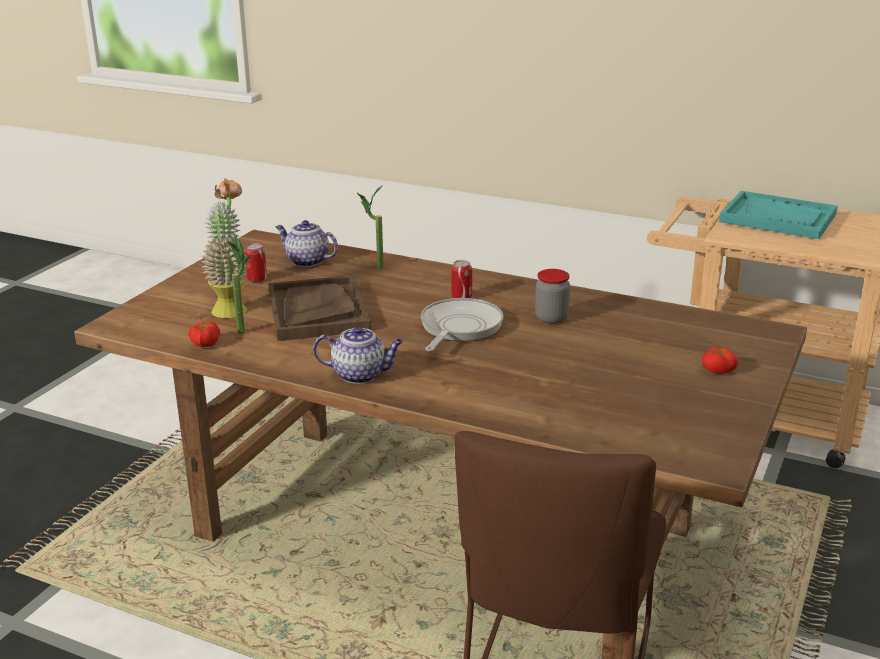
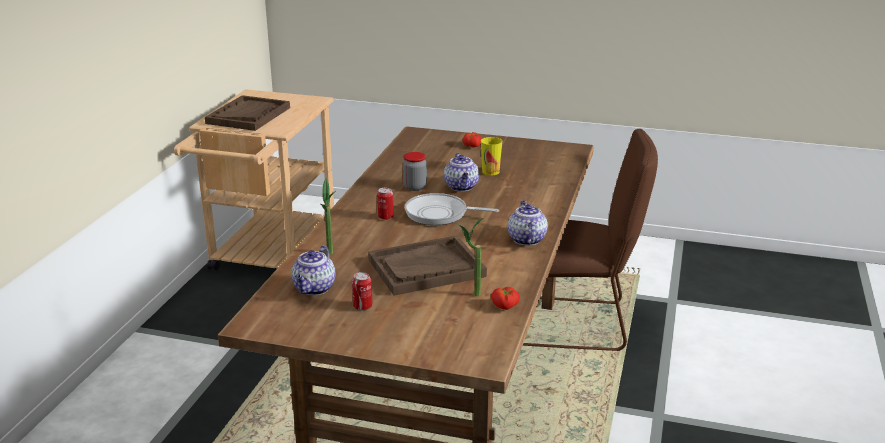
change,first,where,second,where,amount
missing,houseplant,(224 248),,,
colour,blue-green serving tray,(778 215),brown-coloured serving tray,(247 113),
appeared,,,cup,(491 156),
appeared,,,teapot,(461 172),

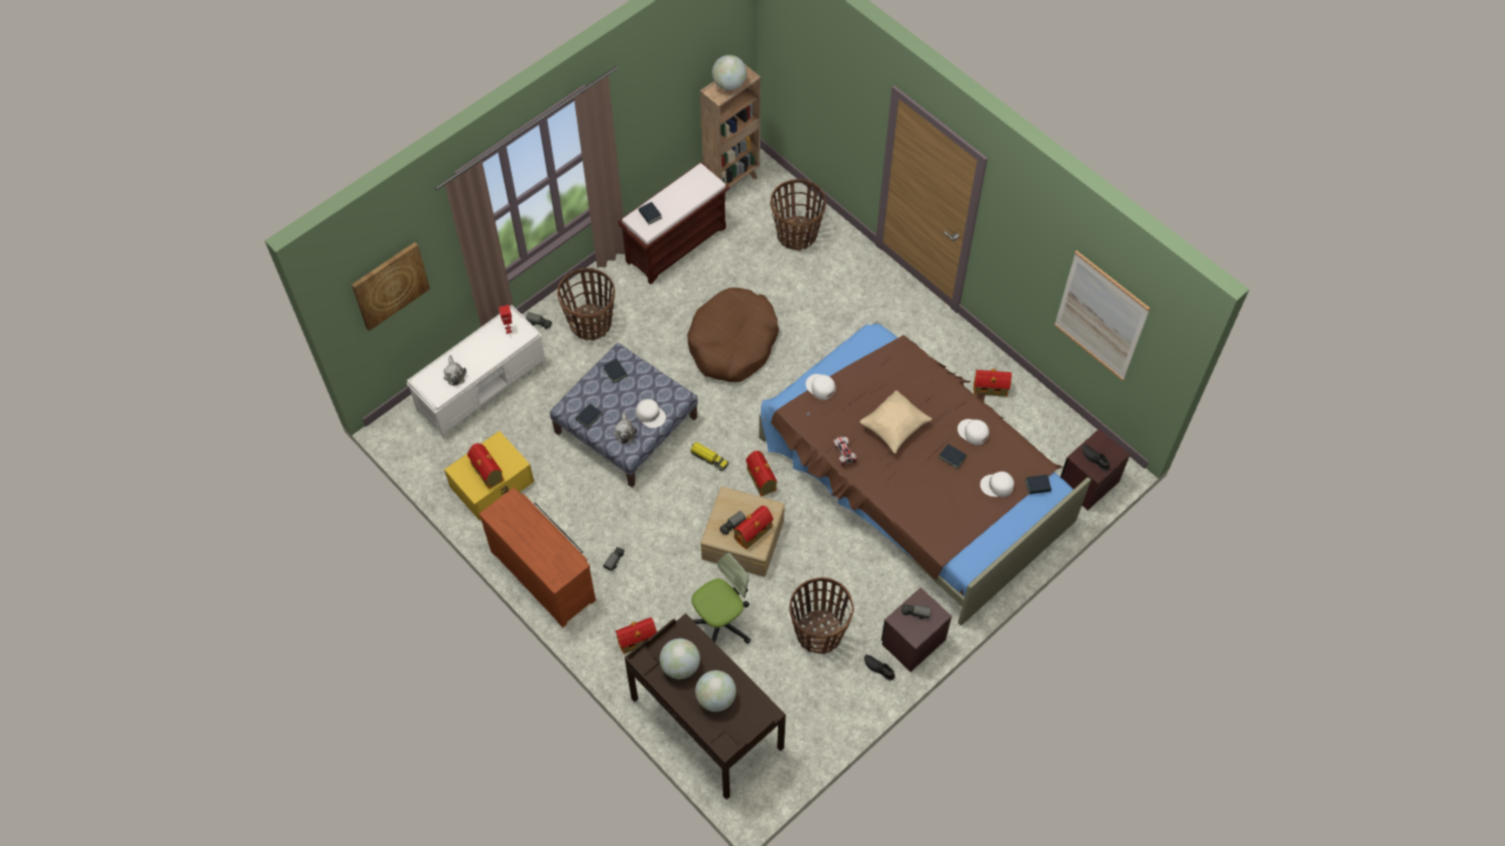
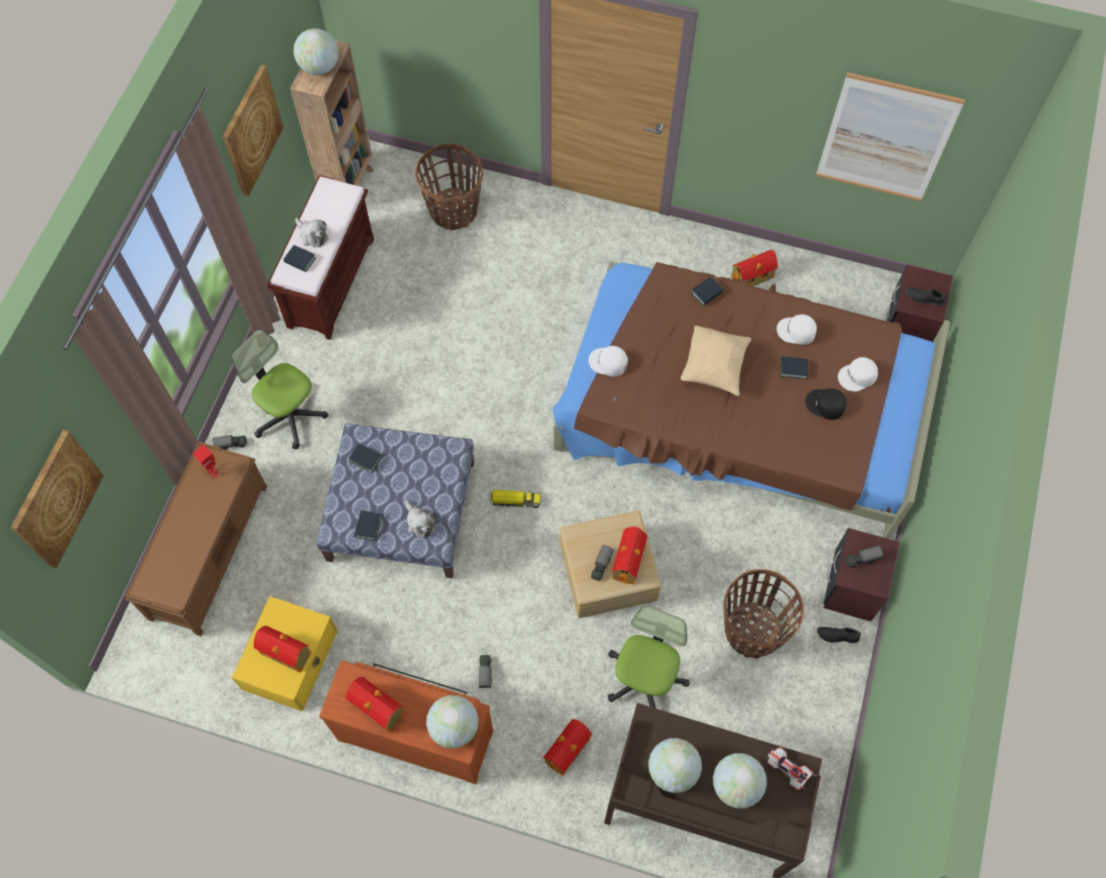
change,first,where,second,where,amount
exchanged,household basket,(586 304),desk chair,(280 389),
missing,brown-coloured dog cushion,(733 335),,,
colour,white-coloured bench,(476 372),brown-coloured bench,(196 538),
relocated,soft toy,(455 370),,(312 233),
missing,white-coloured peaked cap,(651 413),,,
relocated,miniature car,(845 451),,(791 769),
relocated,toy house,(761 473),,(375 704),
relocated,volume,(1038 484),,(707 291),
appeared,,,wall art,(253 130),
appeared,,,black peaked cap,(826 404),
appeared,,,desk globe,(452 721),

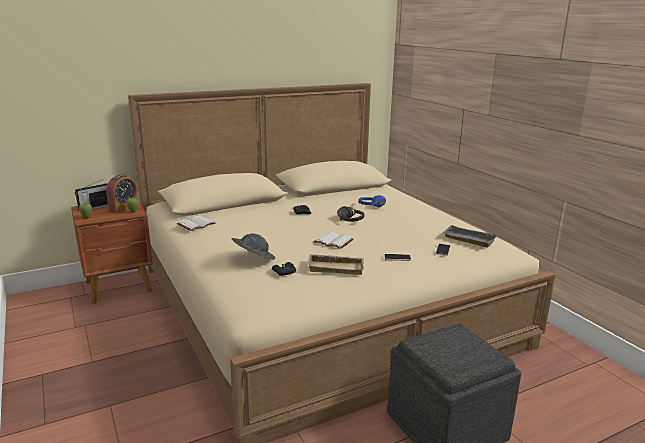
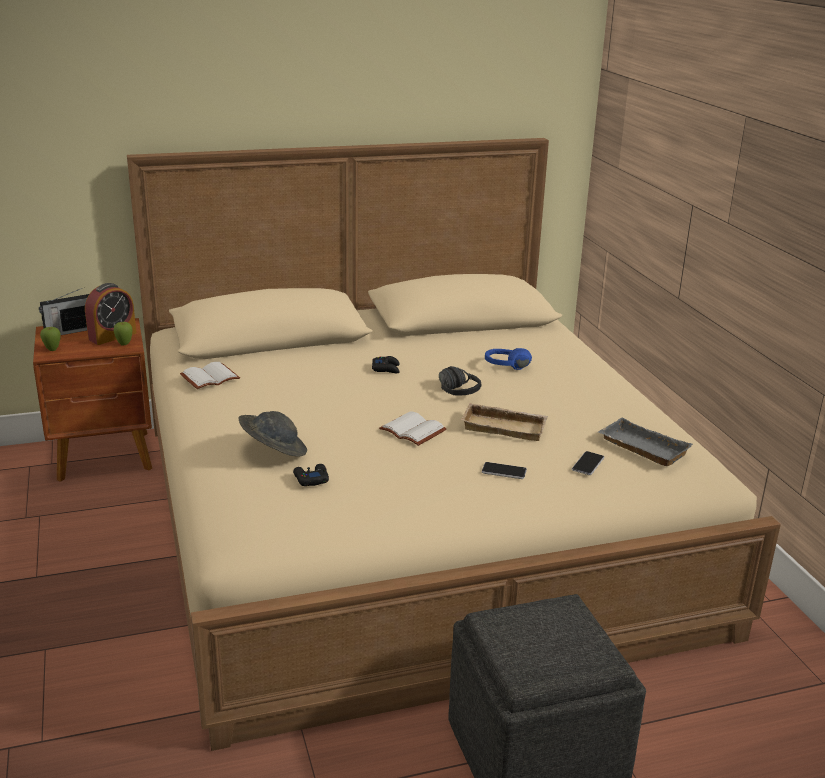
change,first,where,second,where,amount
relocated,beige serving tray,(335 264),,(504 422),

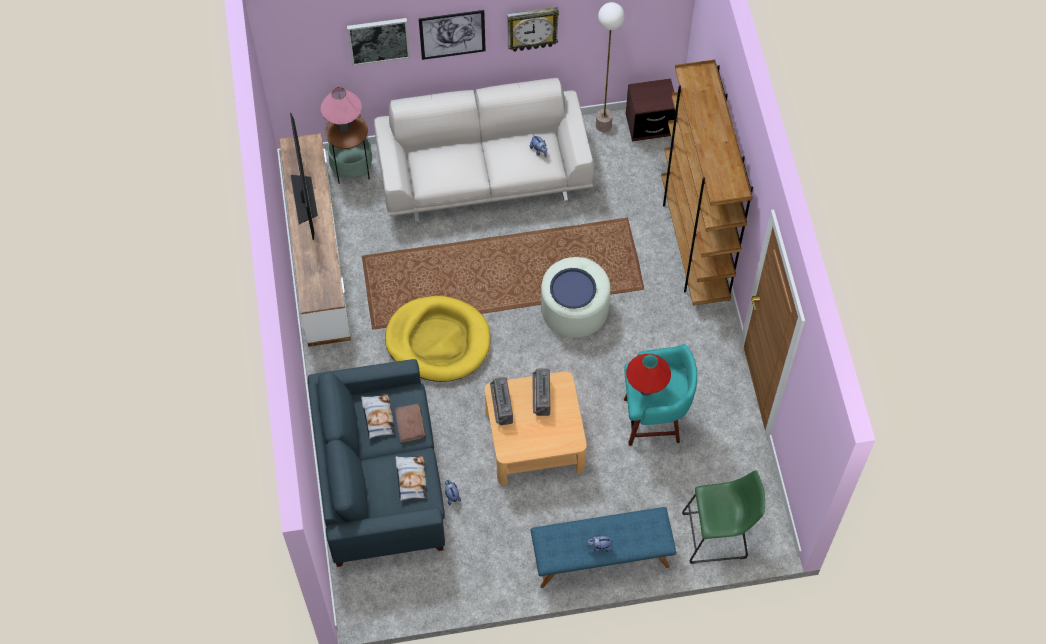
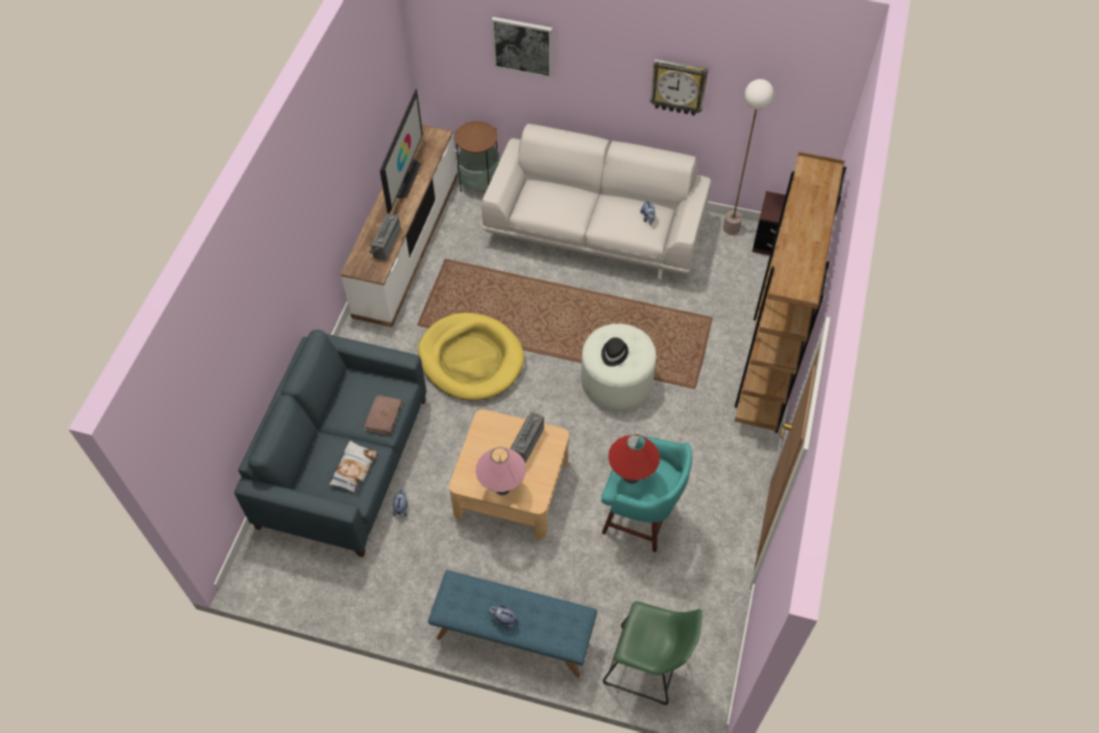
change,first,where,second,where,amount
missing,wall art,(452 35),,,
relocated,pink-coloured lamp for a table,(341 109),,(501 471),
exchanged,blue-coloured serving tray,(573 288),black hat,(615 352),
relocated,radio receiver,(501 401),,(385 236),
missing,pillow,(378 416),,,

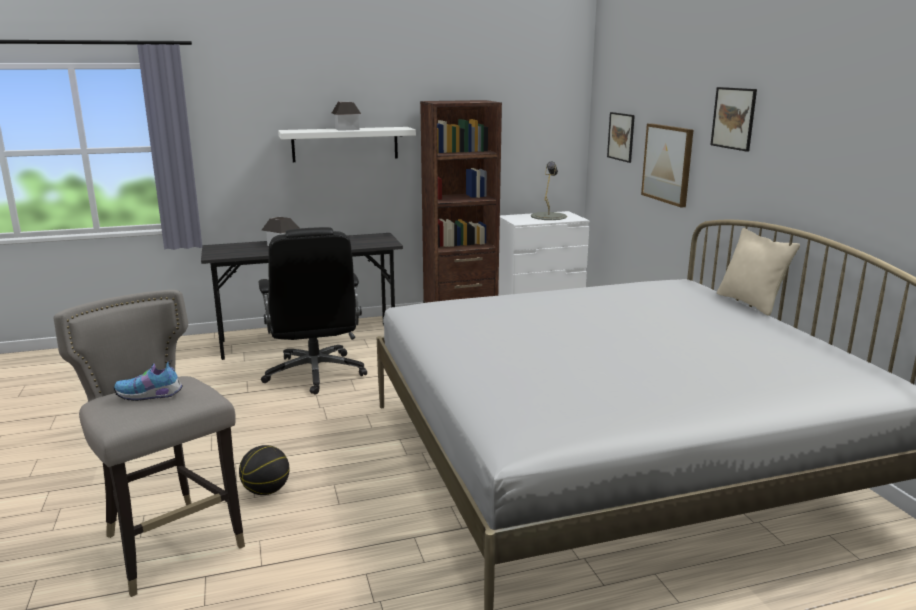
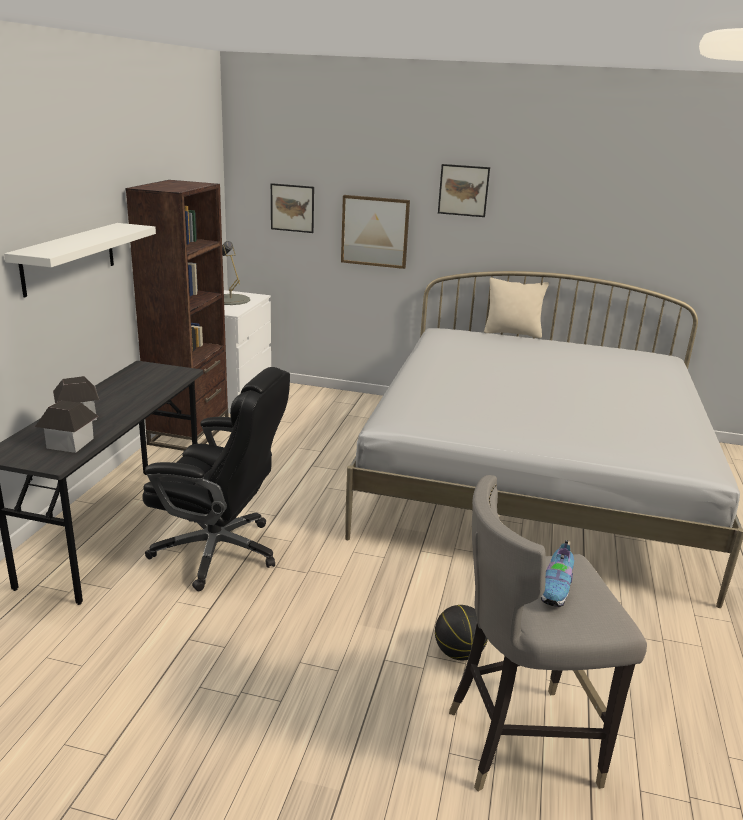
change,first,where,second,where,amount
relocated,toy house,(346 116),,(67 427),

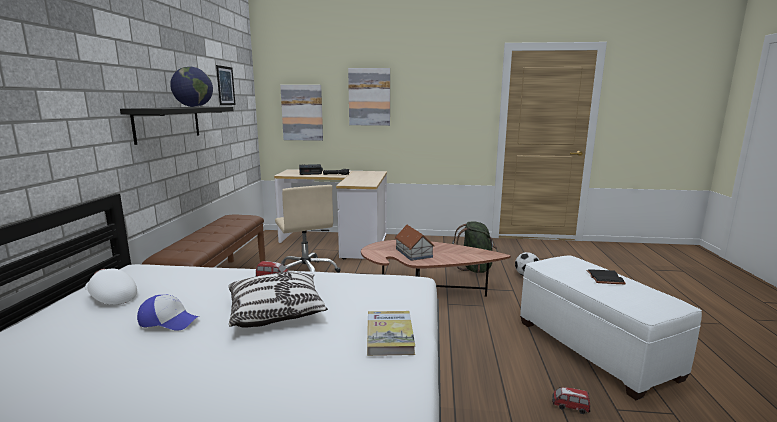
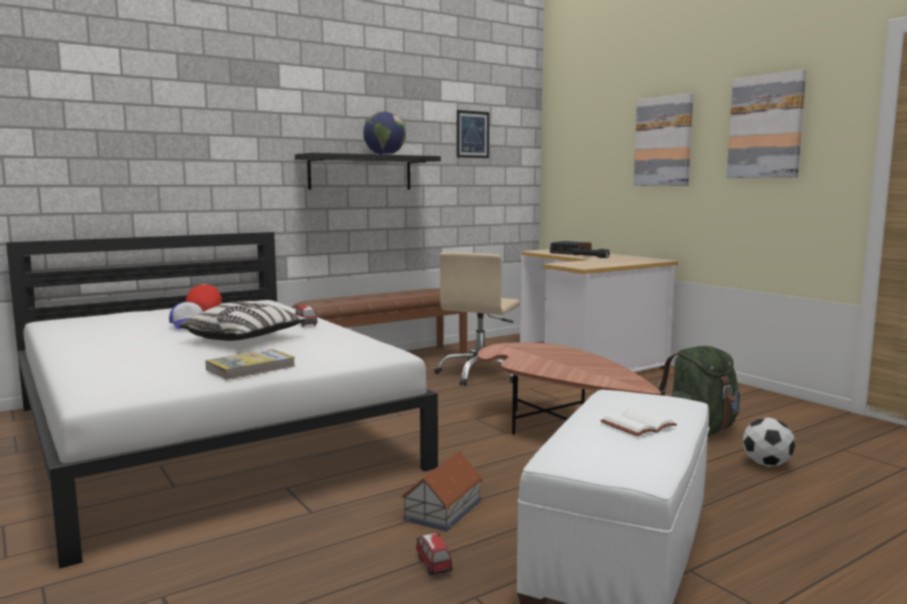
change,first,where,second,where,amount
relocated,wall art,(301 113),,(766 124),
relocated,toy house,(414 243),,(442 491),
colour,white-coloured peaked cap,(111 287),reddish peaked cap,(204 298),
colour,black volume,(606 276),white-coloured volume,(638 422),

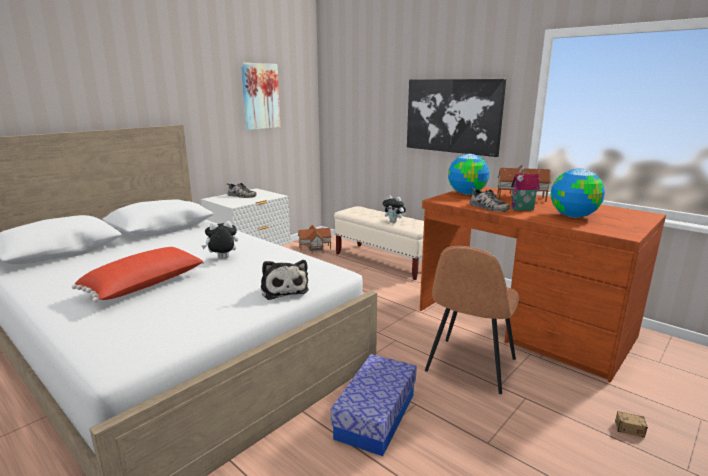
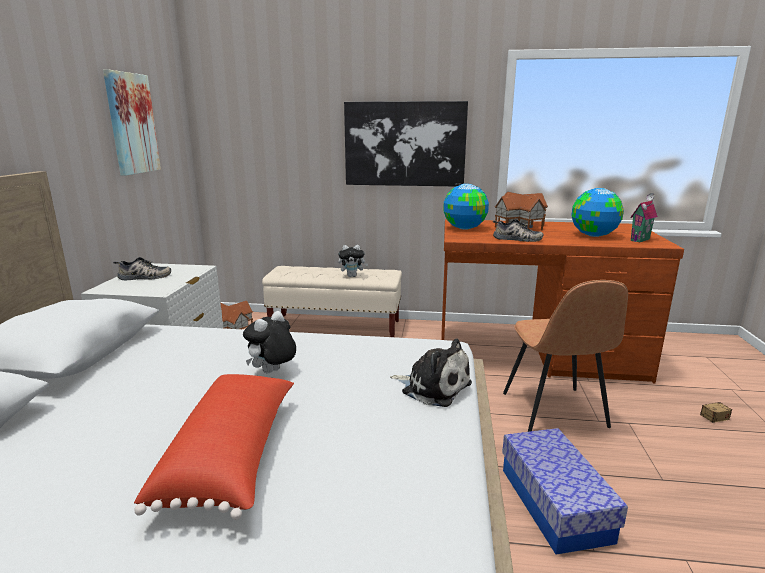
change,first,where,second,where,amount
relocated,toy house,(525 188),,(644 217),

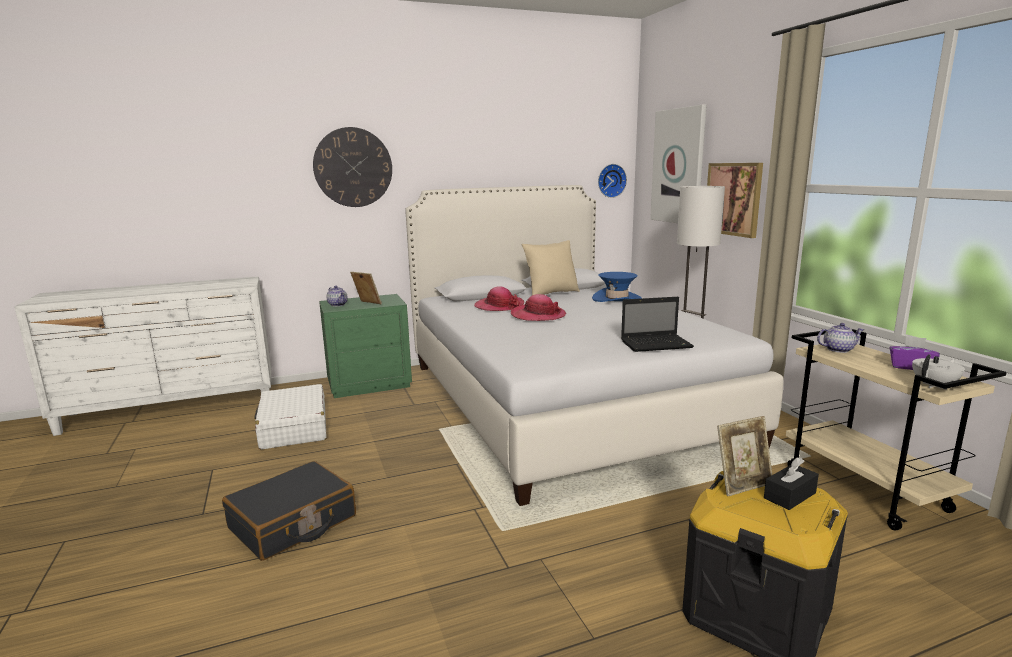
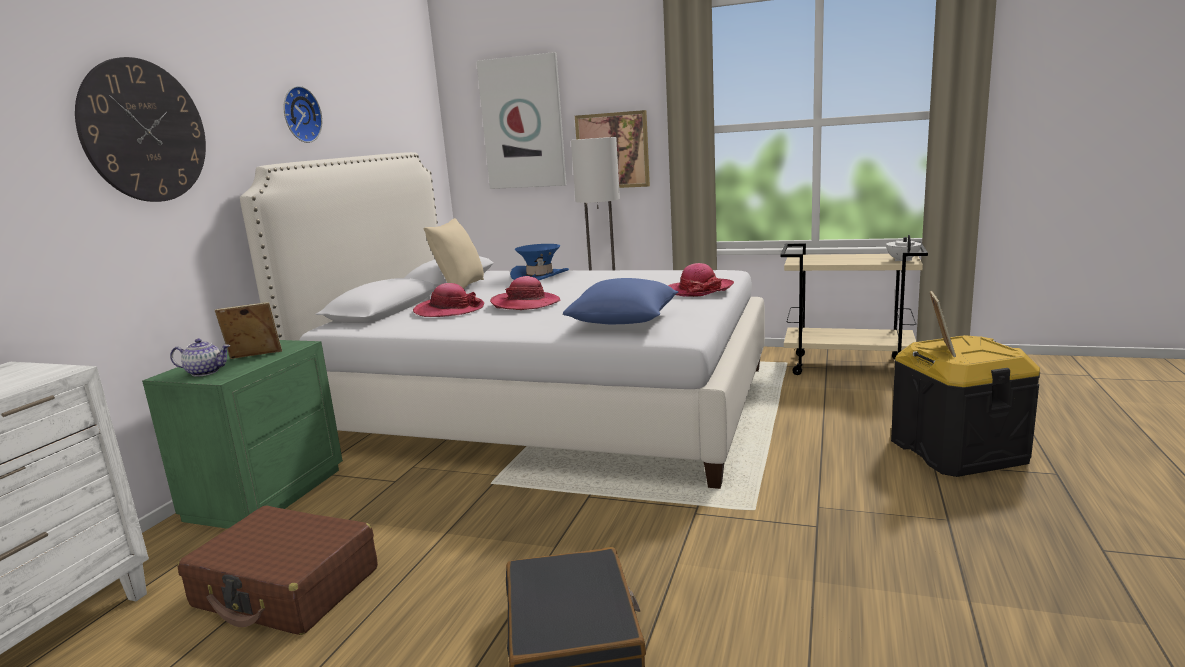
change,first,where,second,where,amount
relocated,hanging clock,(612 181),,(303 114),
exchanged,laptop,(657 324),hat,(701 280),
missing,teapot,(840 338),,,
missing,purple tissue holder,(915 353),,,
colour,white-coloured travel case,(290 417),brown-coloured travel case,(277 570),
missing,black tissue holder,(791 483),,,
appeared,,,blue-coloured pillow,(621 301),

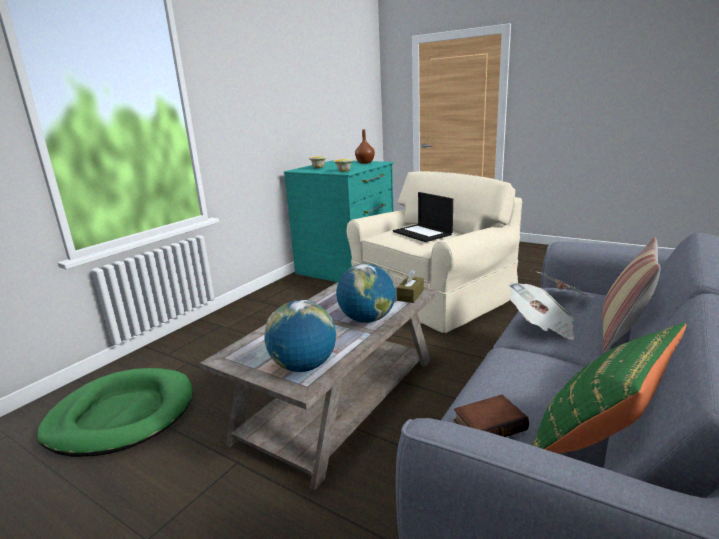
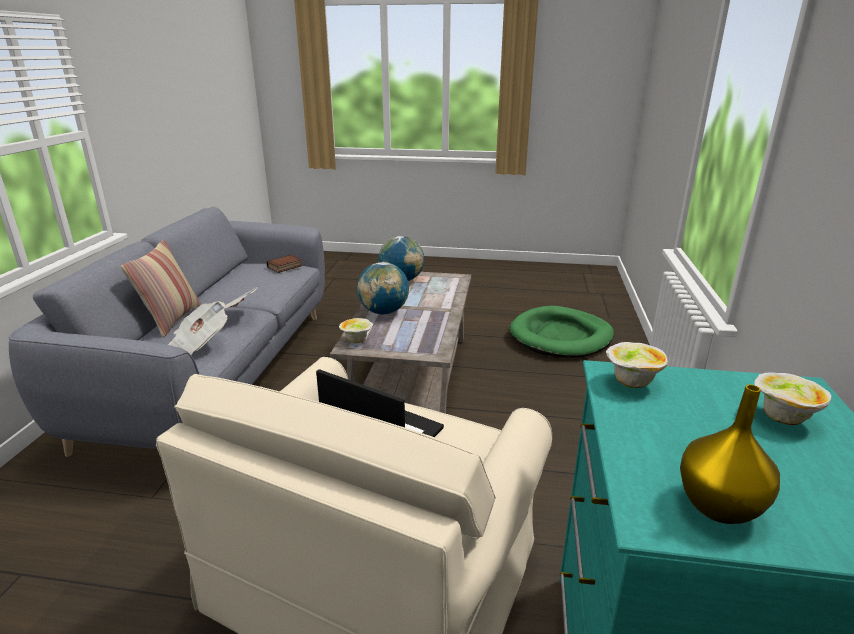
change,first,where,second,where,amount
colour,brown-coloured decorative vase,(365 147),yellow-coloured decorative vase,(730 454),
exchanged,brown-coloured tissue holder,(410 286),serving bowl,(356 330),
missing,greenish pillow,(609 388),,,

